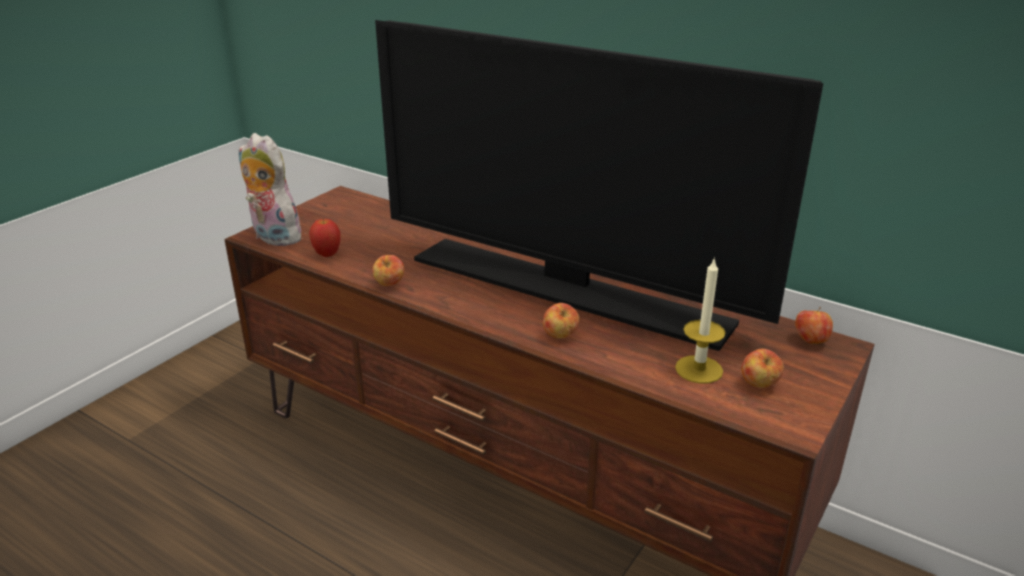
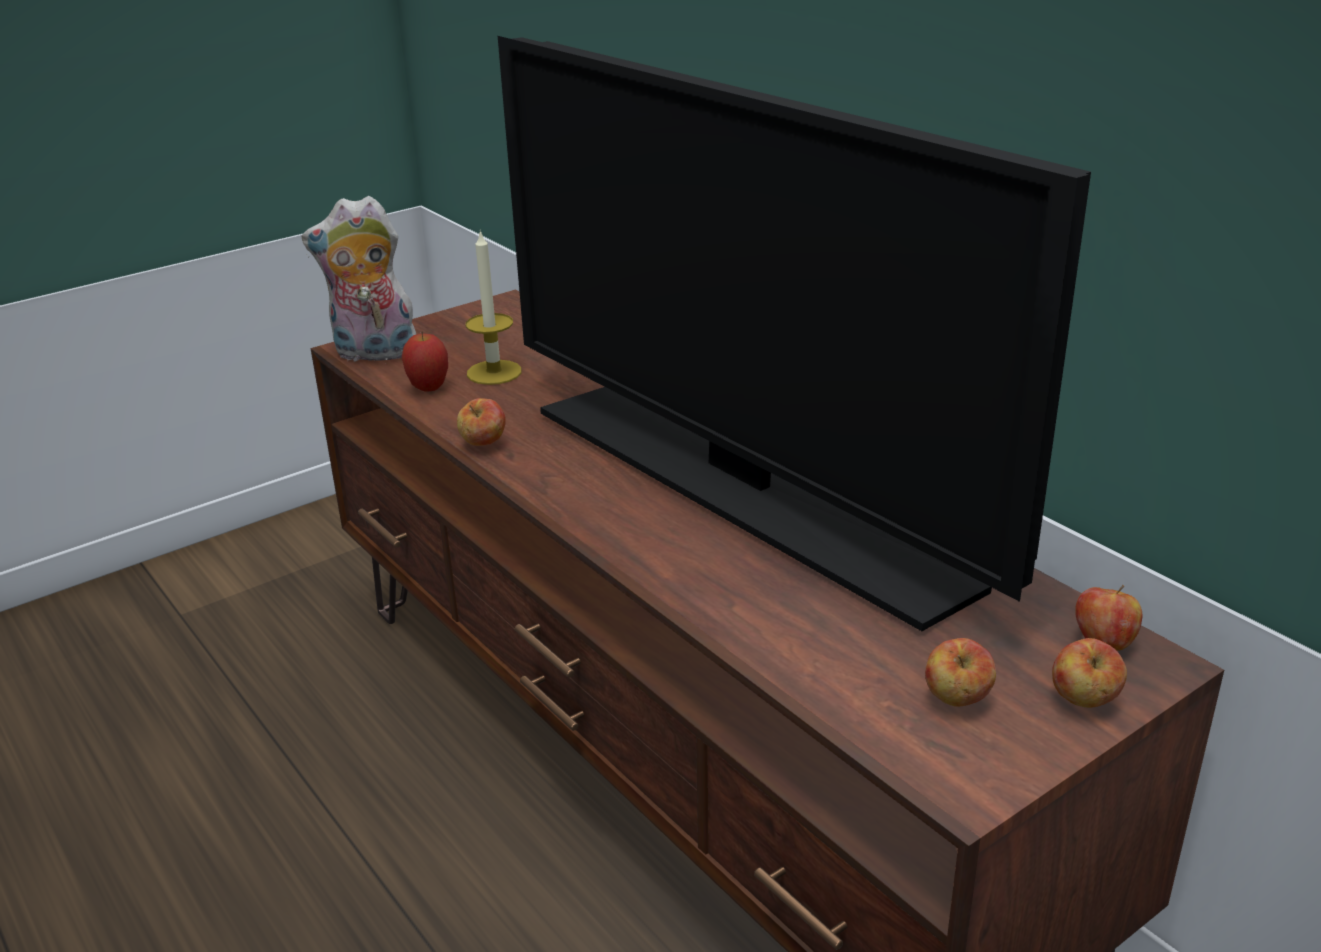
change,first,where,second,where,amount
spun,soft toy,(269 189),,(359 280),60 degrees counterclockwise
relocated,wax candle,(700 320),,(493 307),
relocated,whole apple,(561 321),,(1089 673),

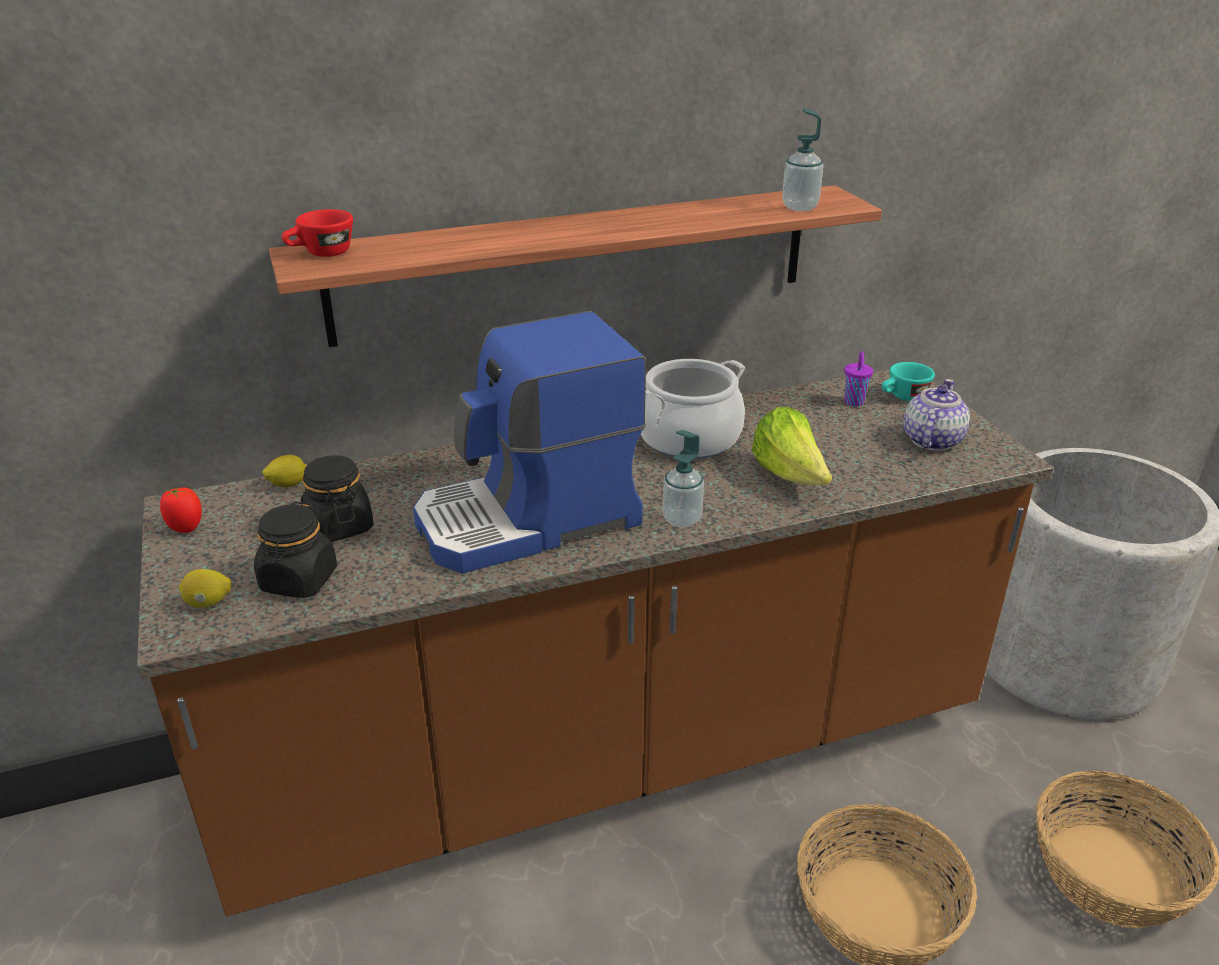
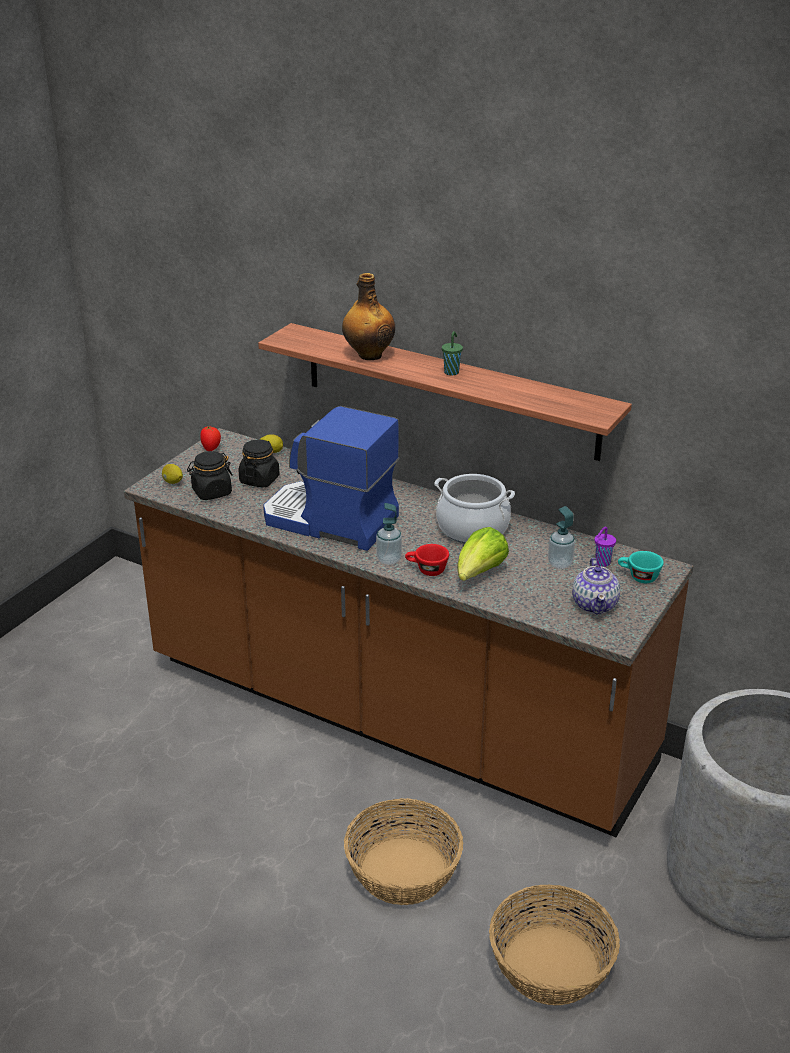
change,first,where,second,where,amount
relocated,liquid soap bottle,(802 159),,(561 537),
relocated,reddish cup,(317 233),,(427 560),
spun,teapot,(936 415),,(596 586),105 degrees clockwise
appeared,,,beverage bottle,(368 316),
appeared,,,greenish cup,(452 353),

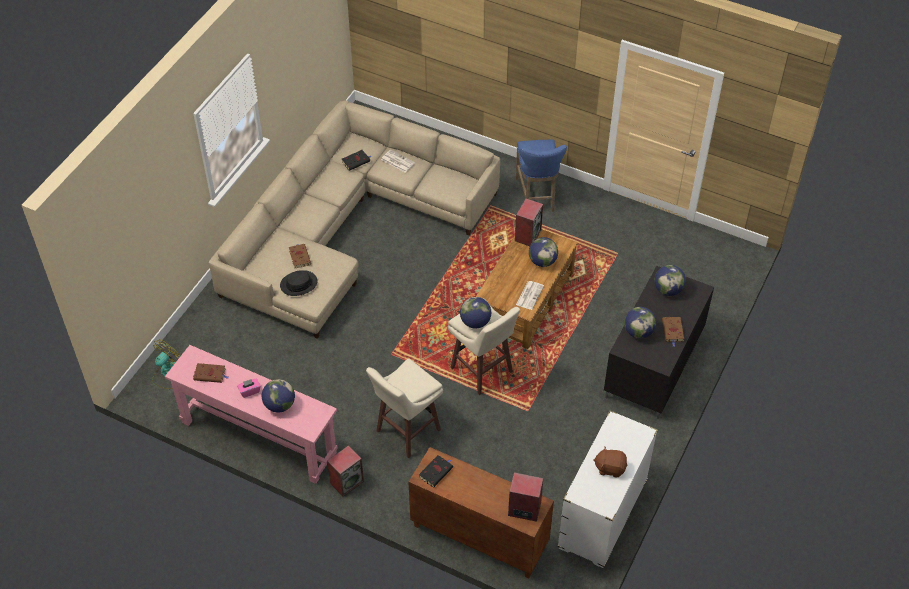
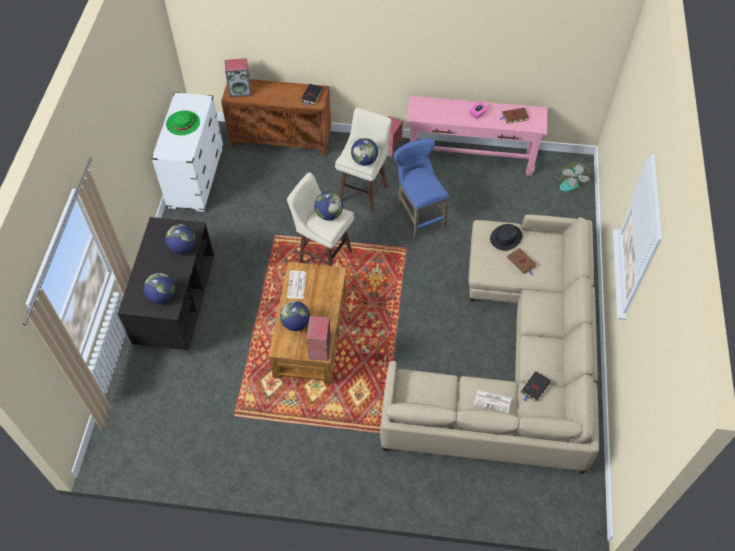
change,first,where,second,where,amount
relocated,blue-coloured stool,(541 175),,(421 189),
missing,brown-coloured volume,(673 331),,,
relocated,desk globe,(278 396),,(364 152),
exchanged,brown-coloured soft toy,(610 462),greenish hat,(183 123),

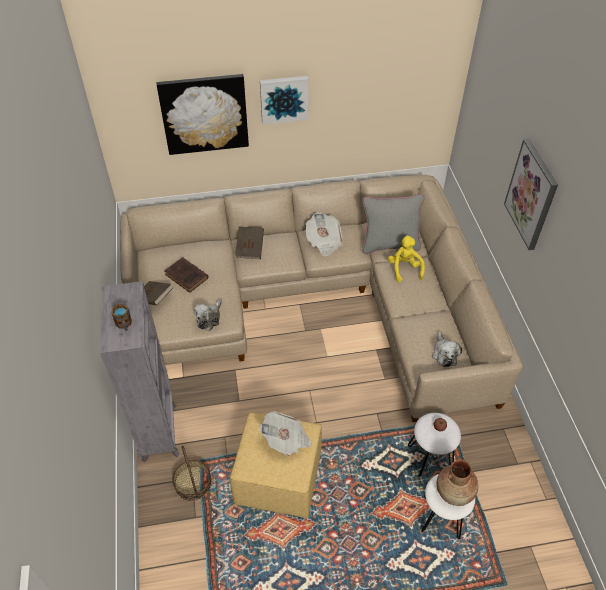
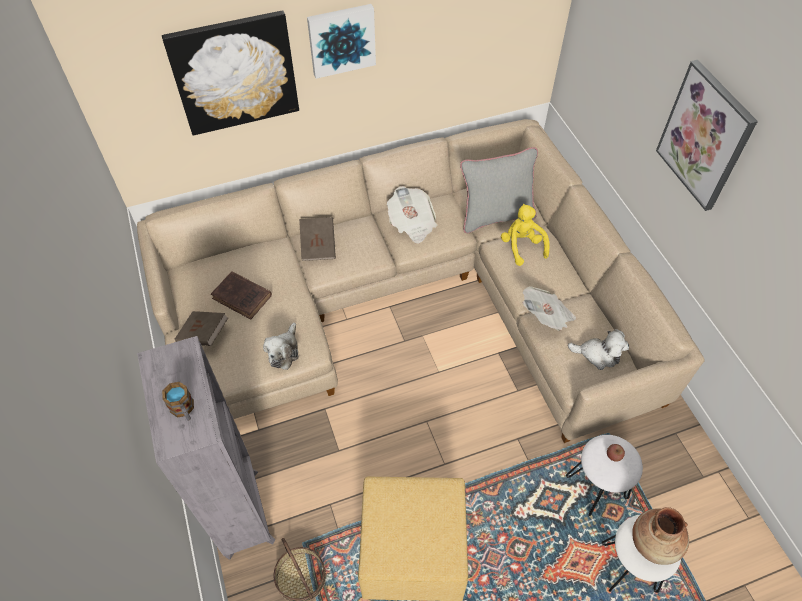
change,first,where,second,where,amount
spun,soft toy,(447 349),,(598 349),60 degrees counterclockwise
relocated,printed paper,(285 433),,(549 308),

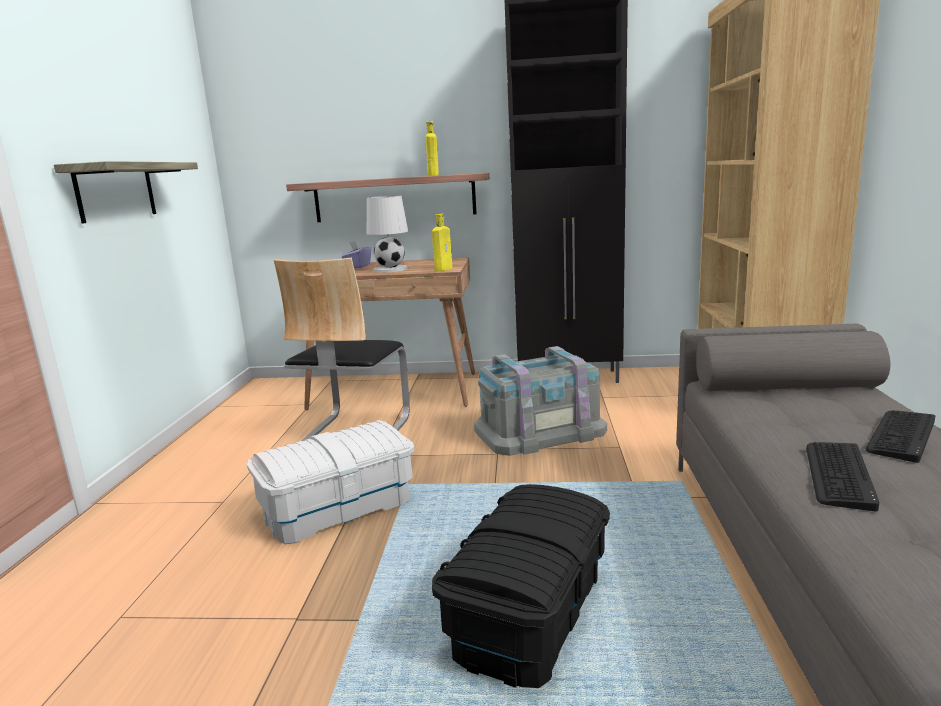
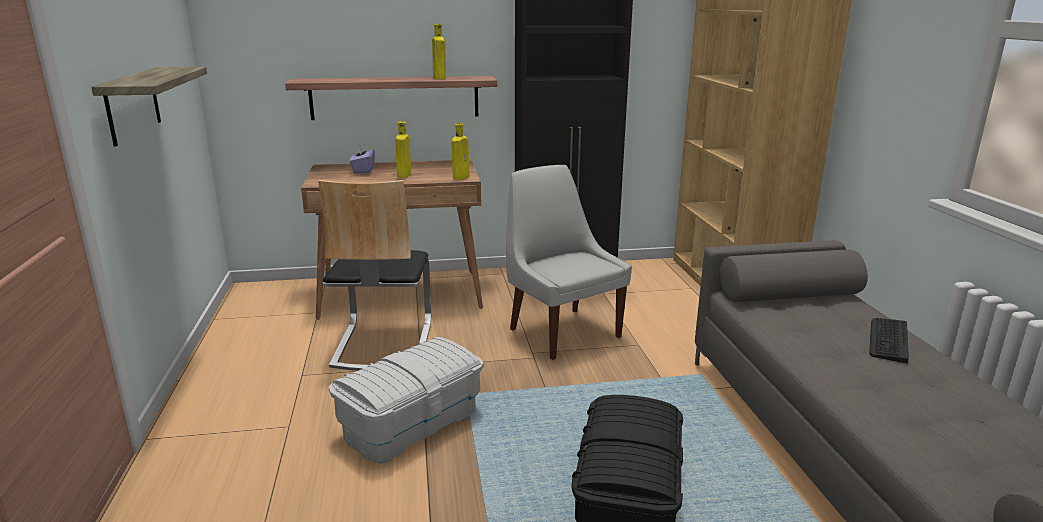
change,first,where,second,where,amount
exchanged,white-coloured lamp for a table,(387 234),yellow-coloured beverage bottle,(403 149),
exchanged,greyish storage bin,(540 401),white-coloured plain chair,(569 262),
missing,computer keyboard,(842 477),,,

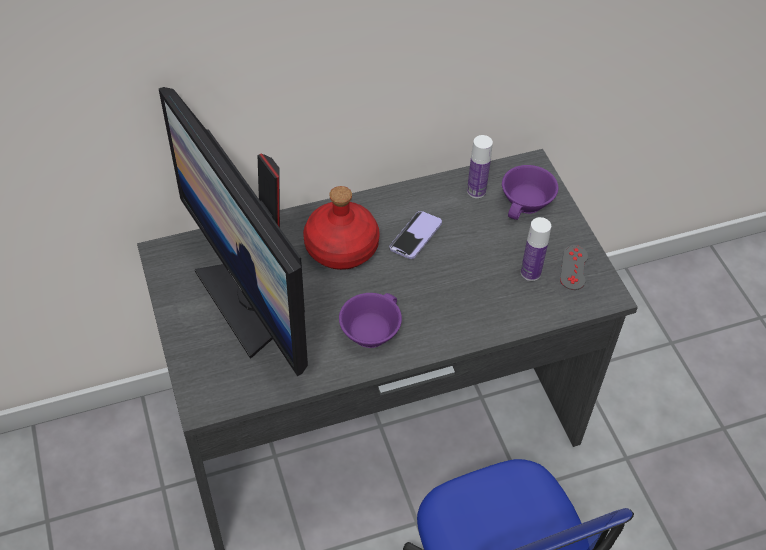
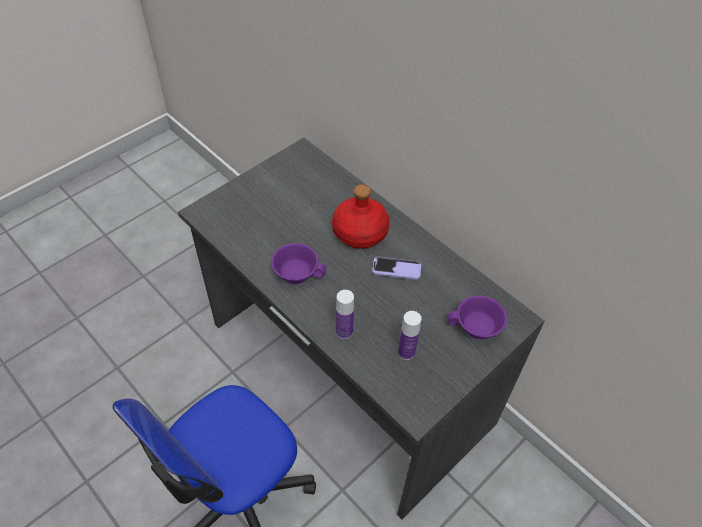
change,first,where,second,where,amount
missing,monitor,(233 231),,,
relocated,beverage bottle,(480 166),,(345 314),
missing,greyish gamepad,(574 267),,,

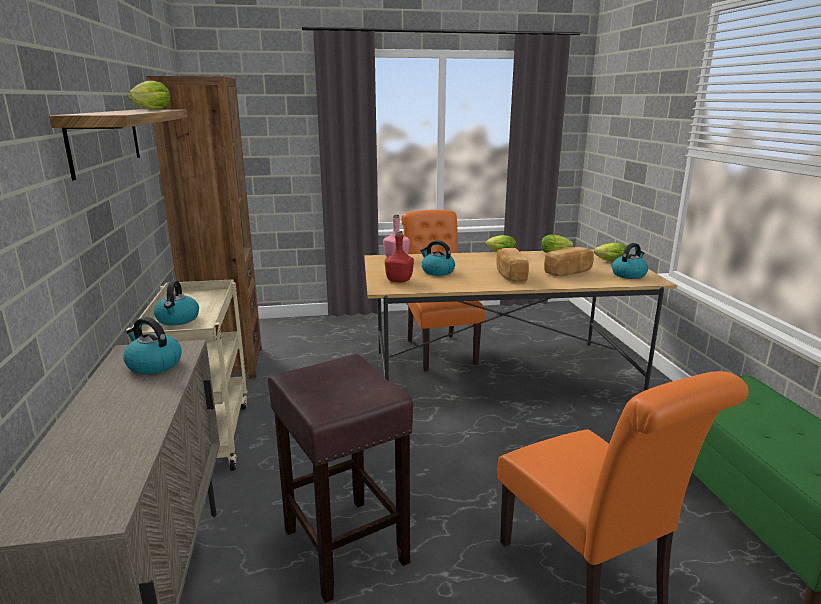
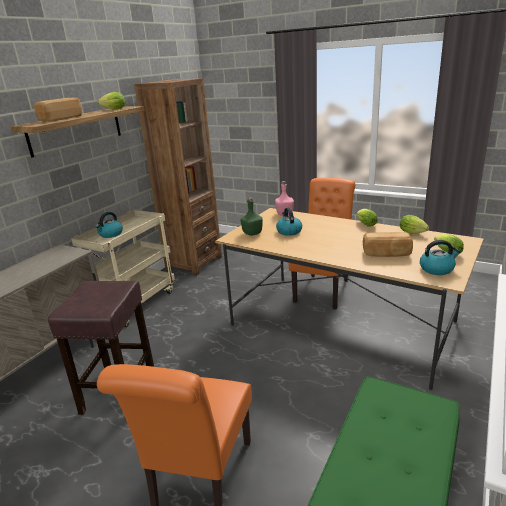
change,first,where,second,where,amount
colour,reddish beverage bottle,(399 256),greenish beverage bottle,(251 217),
relocated,bakery bread,(512 265),,(58 110),
missing,water kettle,(152 346),,,

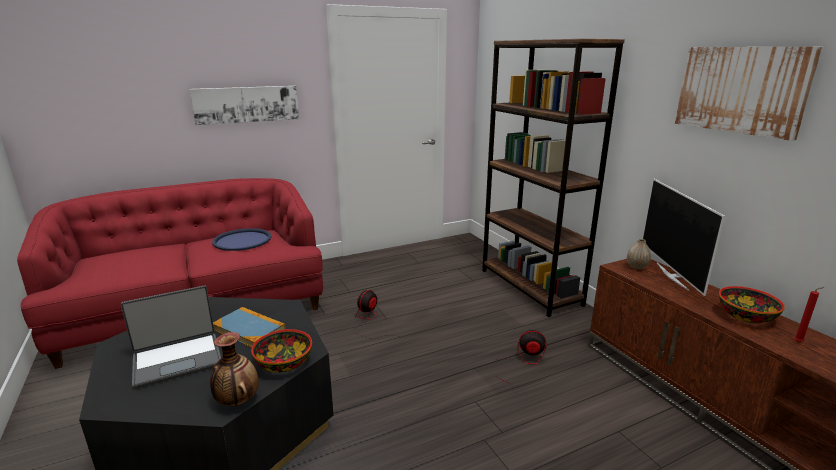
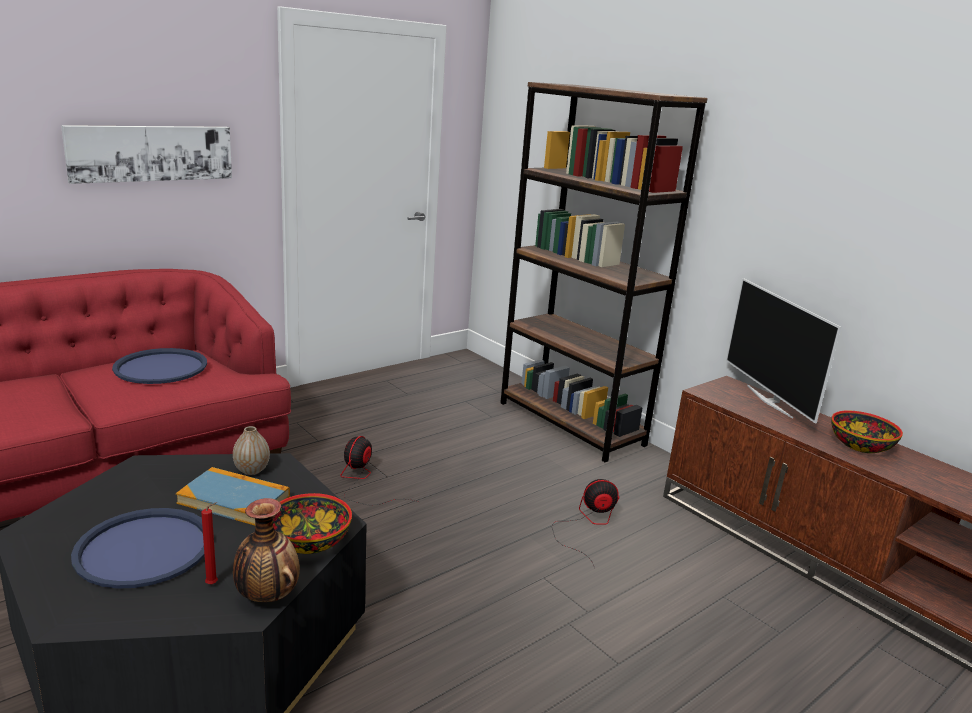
change,first,where,second,where,amount
missing,wall art,(748 94),,,
relocated,decorative vase,(639 254),,(251 450),
exchanged,laptop,(171 337),blue-coloured serving tray,(138 548),
relocated,reddish wax candle,(809 314),,(209 543),

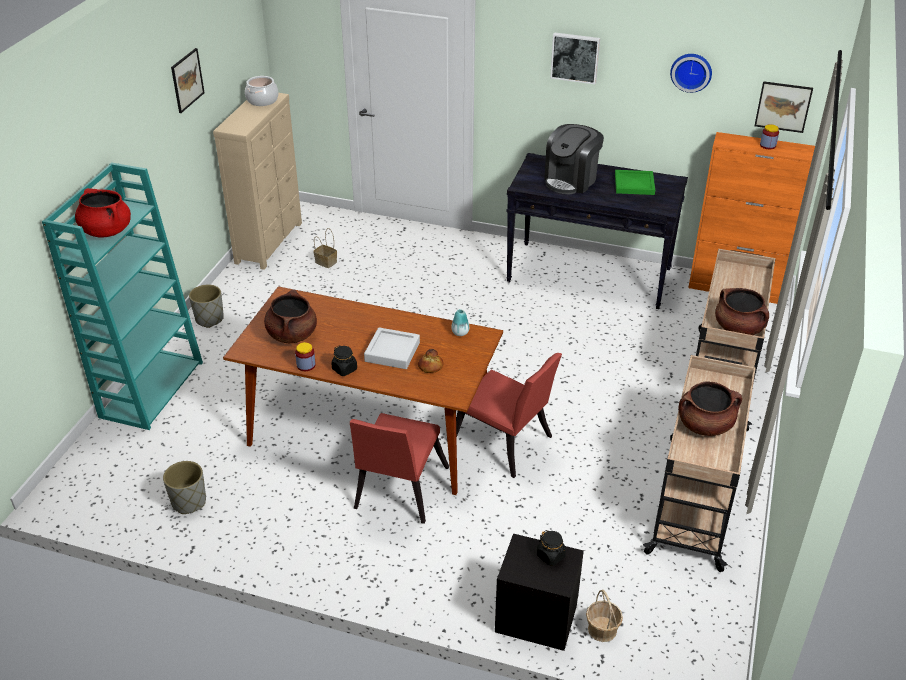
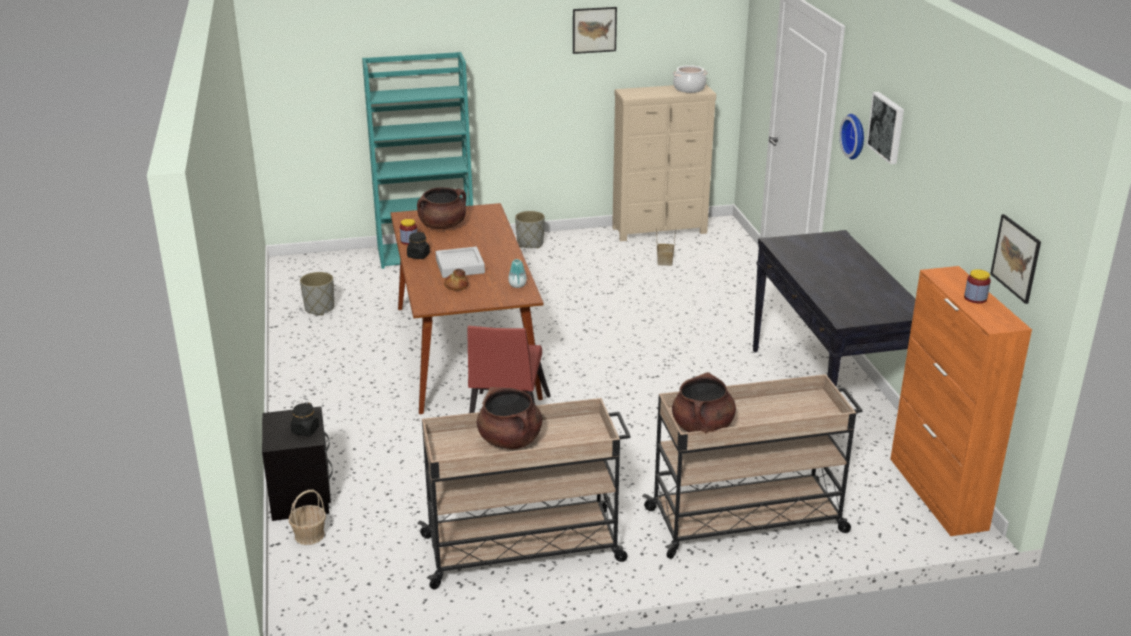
change,first,where,second,where,amount
relocated,hanging clock,(691 73),,(851 137),
missing,coffee brewer,(574 159),,,
missing,greenish serving tray,(635 182),,,
missing,reddish stockpot,(103 212),,,
missing,reddish plain chair,(399 468),,,

